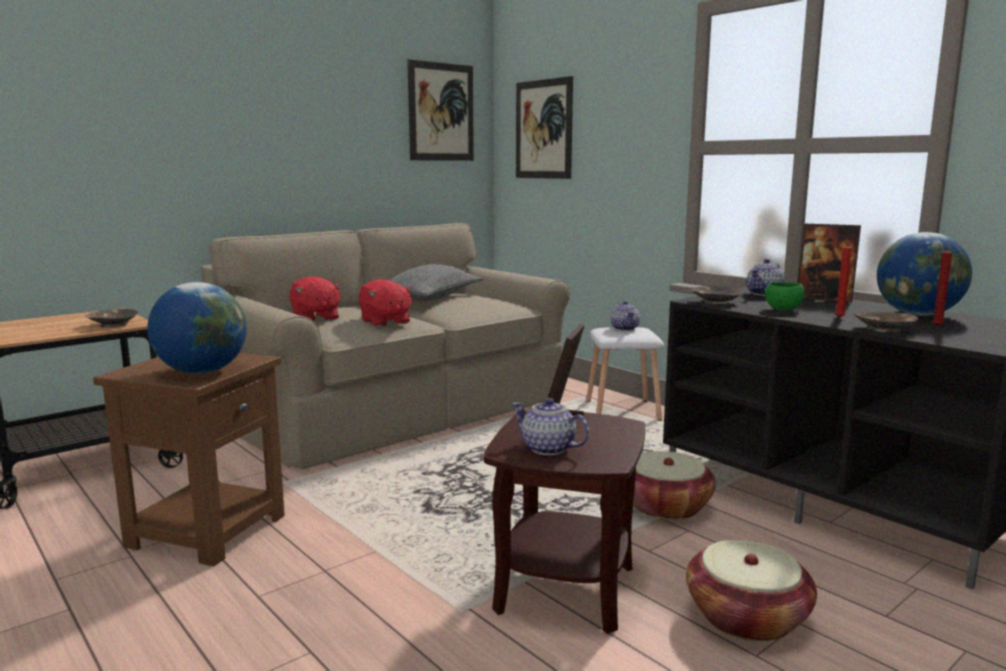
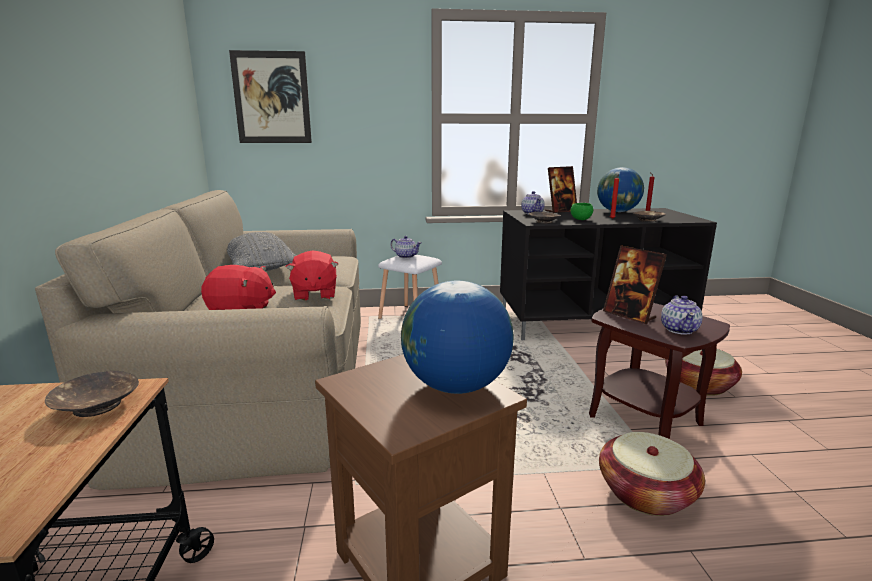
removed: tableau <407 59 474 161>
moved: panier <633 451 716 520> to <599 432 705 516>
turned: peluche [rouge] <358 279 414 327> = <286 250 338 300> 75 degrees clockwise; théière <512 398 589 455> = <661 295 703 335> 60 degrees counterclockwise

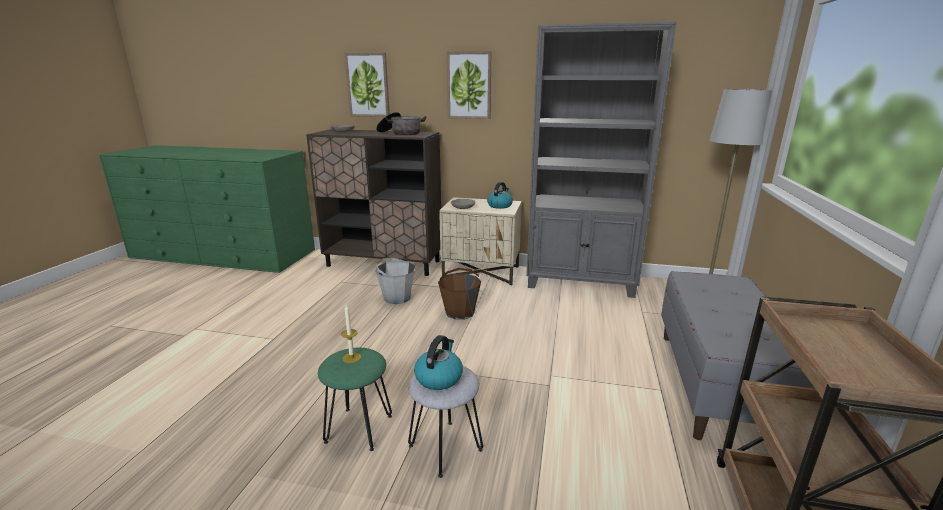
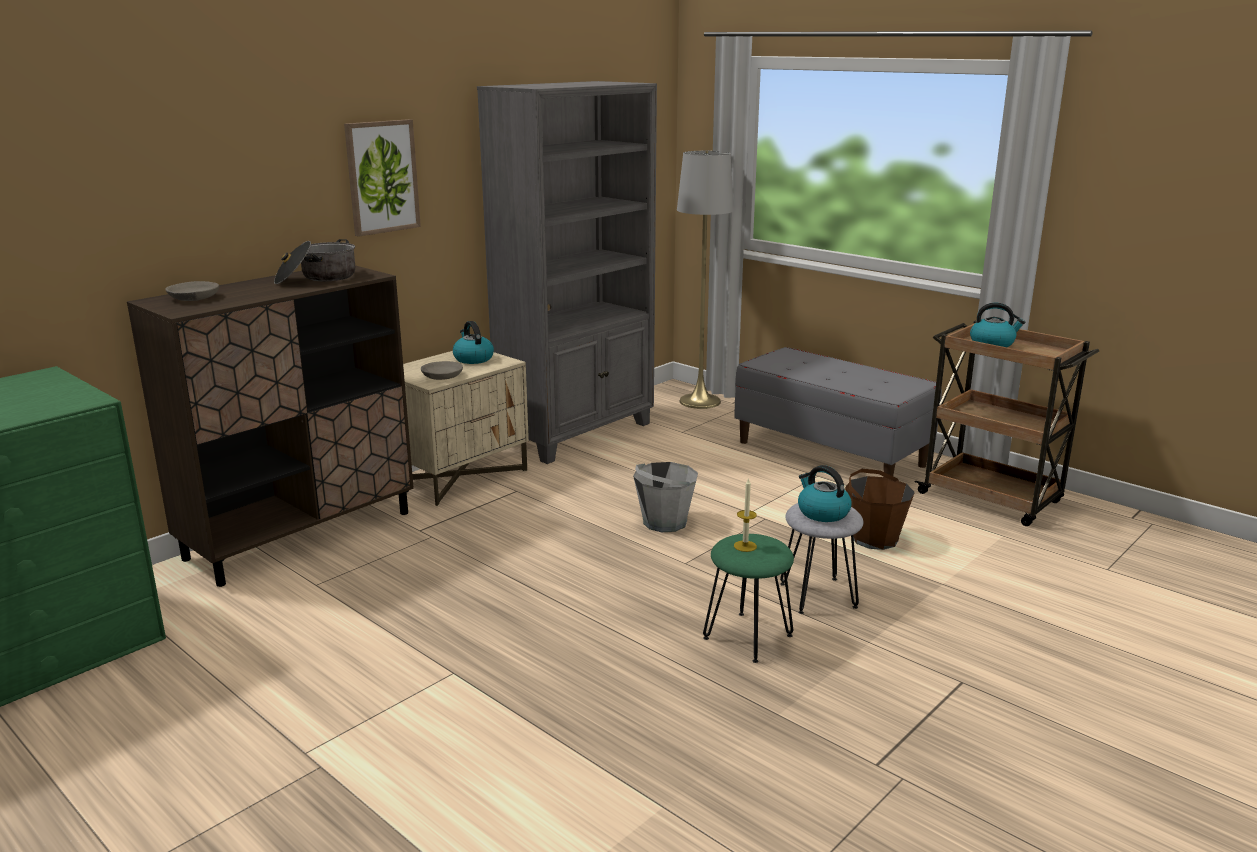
removed: tableau <345 52 390 117>
added: bouilloire <970 303 1025 347>
moved: seau [gris] <375 258 415 304> to <633 462 698 532>; seau [marron] <438 268 481 320> to <845 469 915 550>

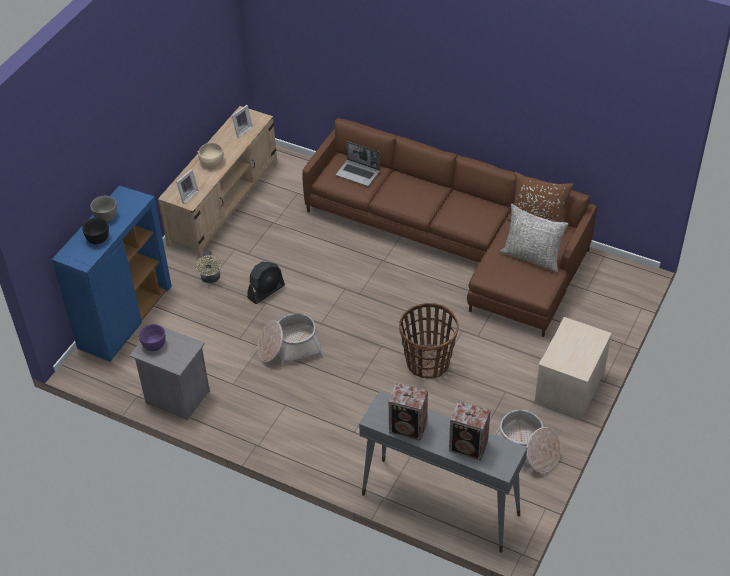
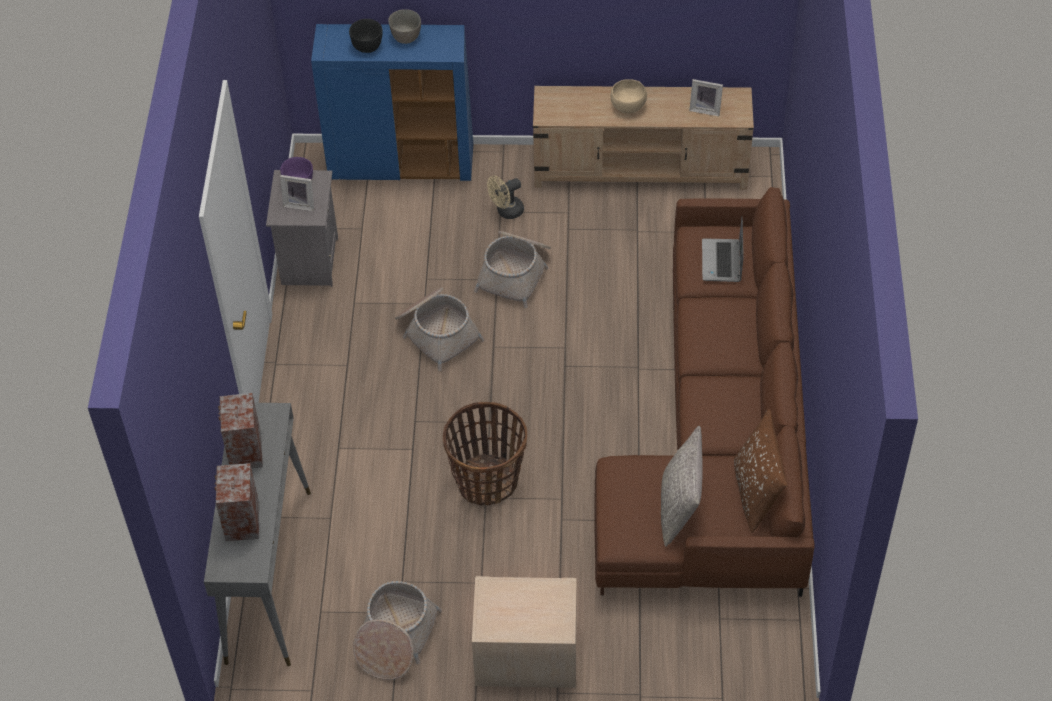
moved: cadre photo <176 169 199 204> to <280 175 314 211>
replaced: ventilateur [noir] <247 262 285 304> to panier <474 231 551 308>

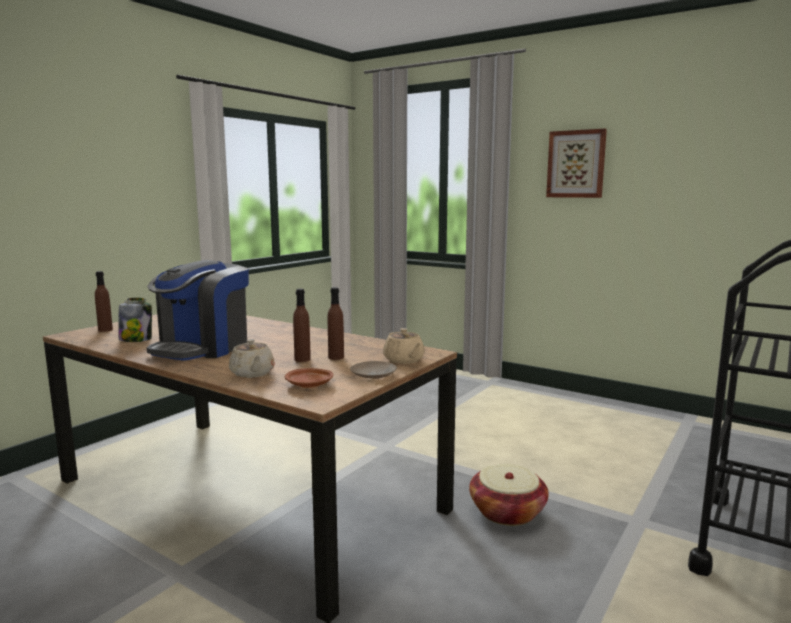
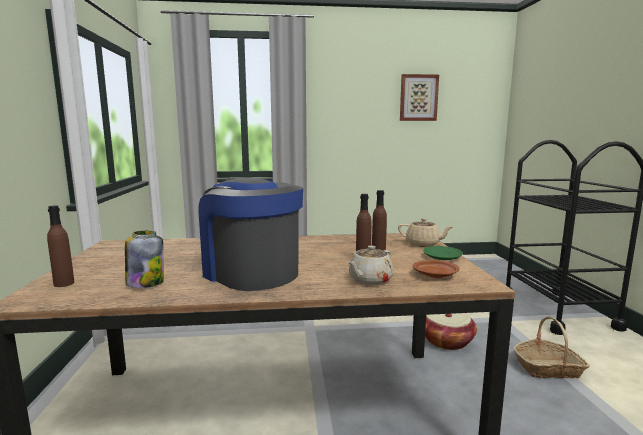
added: panier <514 316 590 378>
moved: tableau <546 129 607 198> to <400 74 439 121>
recoloured: assiette [beige] <350 361 397 379> to assiette [vert] <423 246 463 260>
turned: machine à café <147 260 249 361> = <199 178 303 291> 150 degrees clockwise; théière [beige] <229 339 274 378> = <348 246 394 285> 105 degrees clockwise

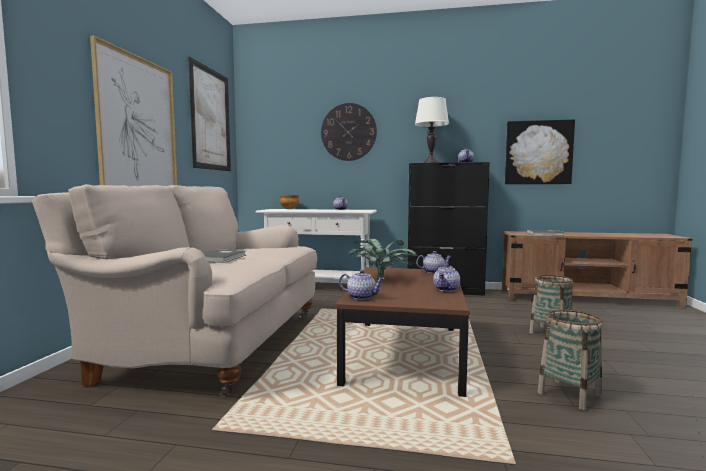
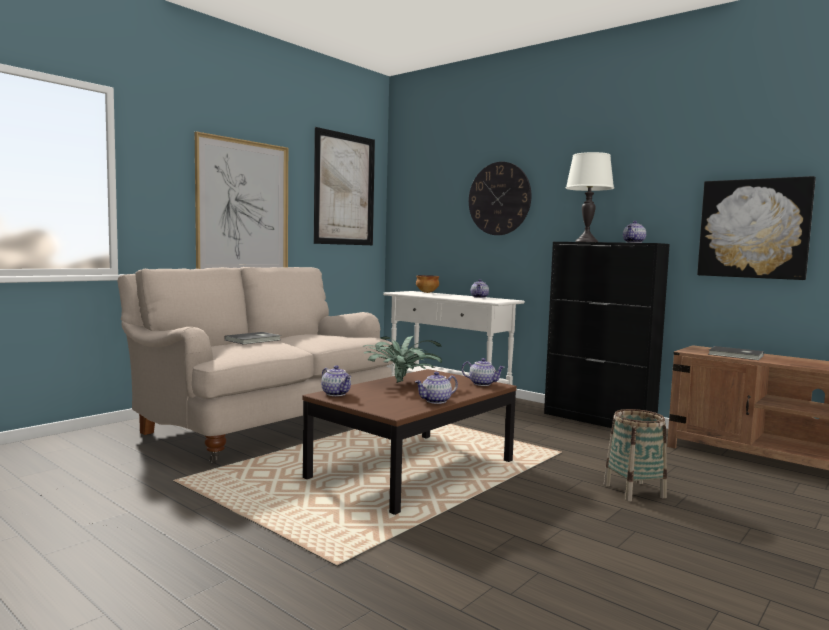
removed: panier <537 310 603 410>

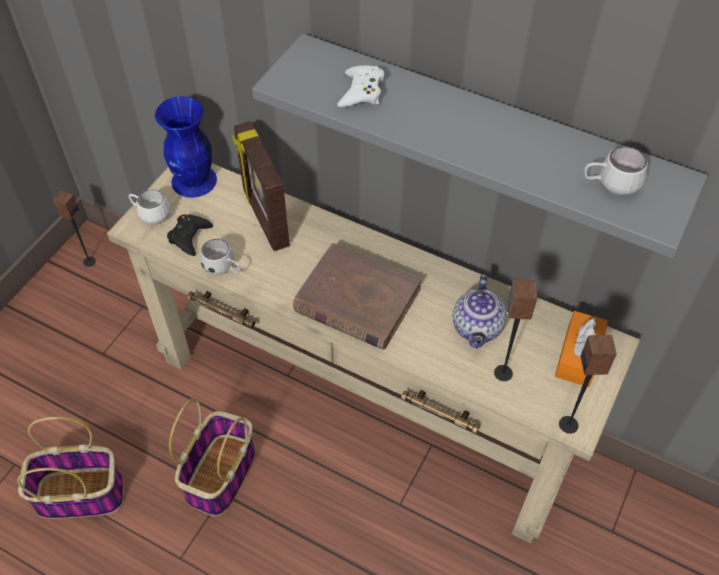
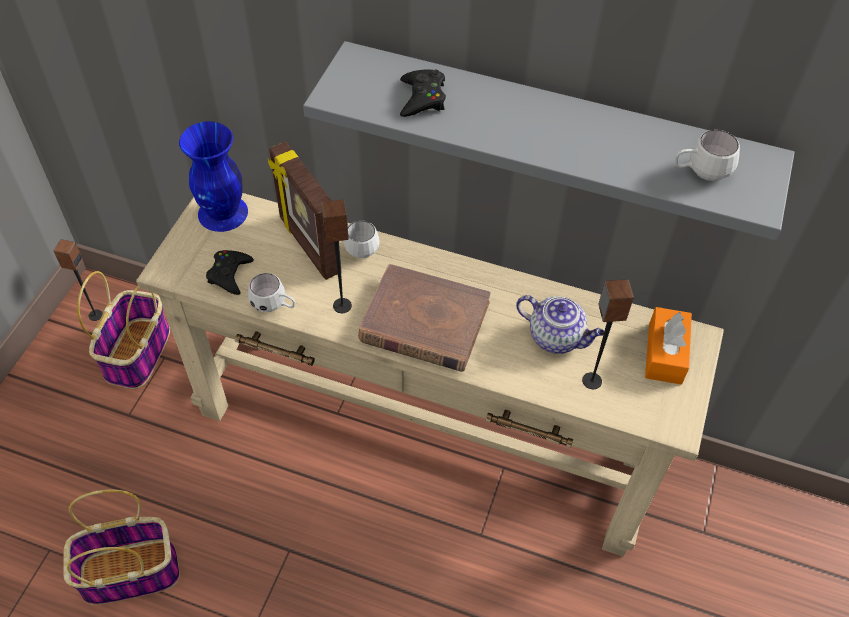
moved: panier <169 398 256 516> to <77 271 170 389>; enceinte <559 335 617 434> to <321 200 352 313>; mug [blanc] <128 189 170 224> to <343 221 379 258>
recoloured: manette [blanc] <337 65 384 107> to manette [noir] <400 69 446 117>
turned: théière <453 274 507 348> = <516 295 604 354> 60 degrees counterclockwise

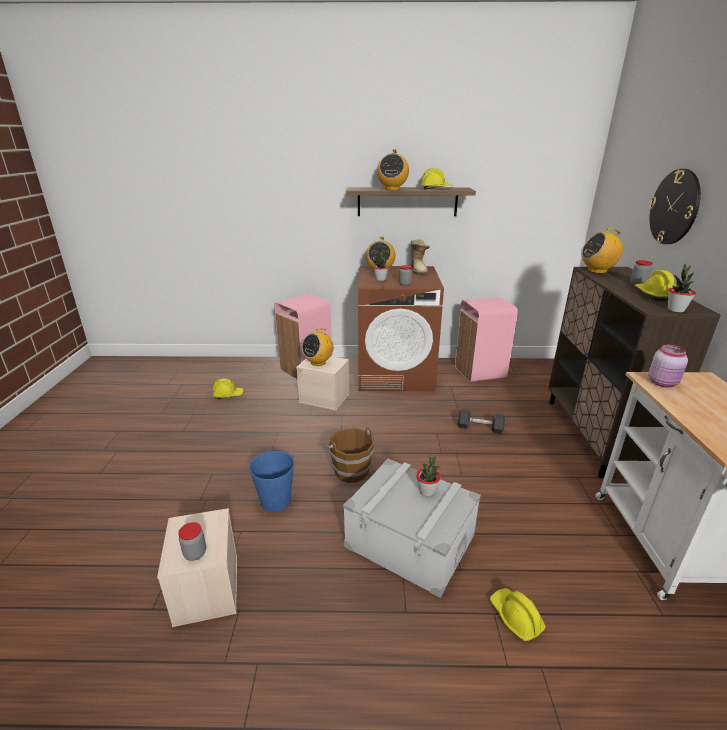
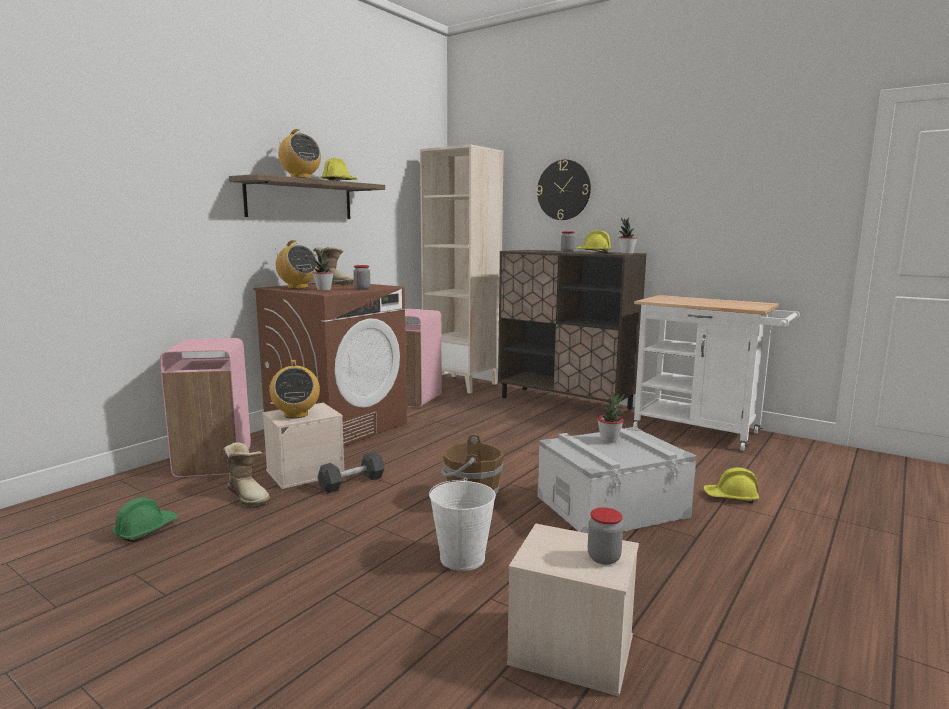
removed: radio <581 228 623 274>; bocal [rose] <648 345 688 387>
added: botte <223 442 270 508>; bibliothèque [beige] <420 145 504 394>
moved: haltère [gris] <458 409 505 434> to <318 452 384 493>
recoloured: casque de chantier [jaune] <213 379 244 399> to casque de chantier [vert] <112 497 178 542>; seau [bleu] <249 450 294 512> to seau [blanc] <429 478 496 571>

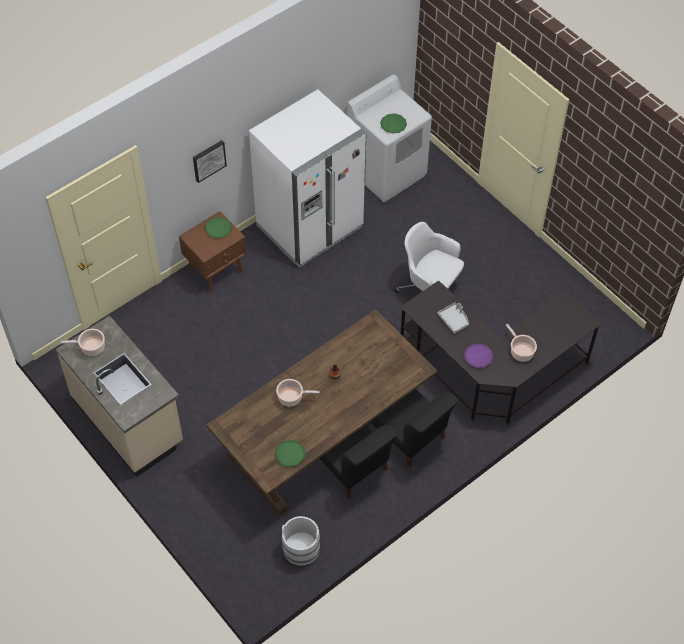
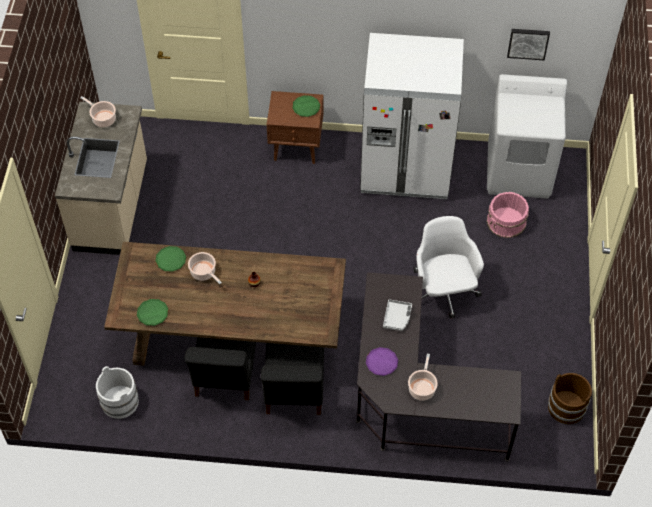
added: seau [rose] <486 192 529 238>; seau [marron] <548 373 592 424>
moved: assiette [vert] <380 113 407 134> to <155 246 186 272>; tableau <193 140 227 183> to <507 29 550 60>

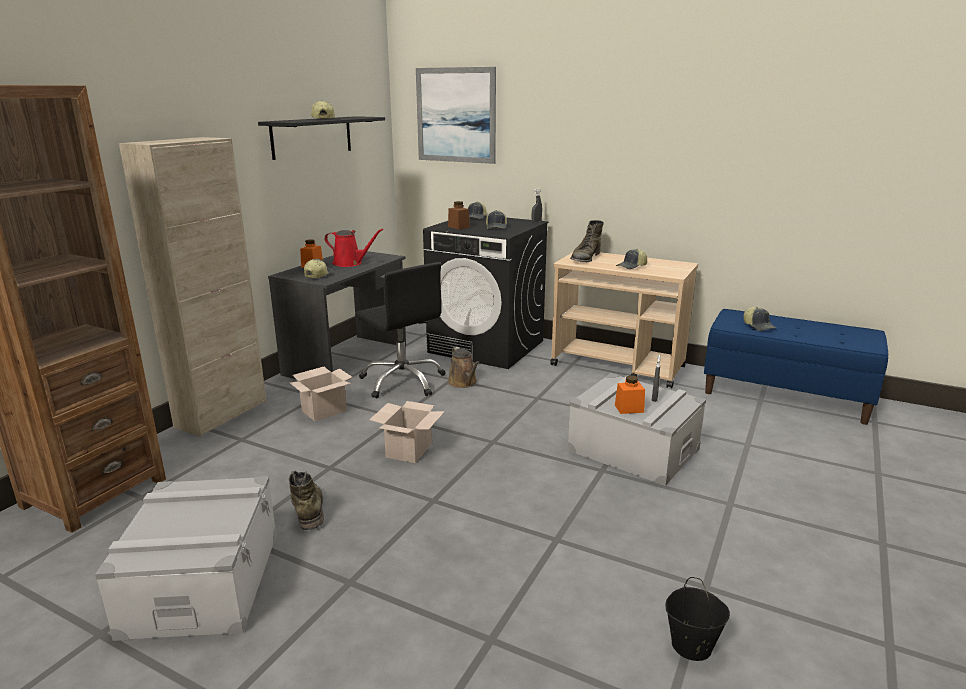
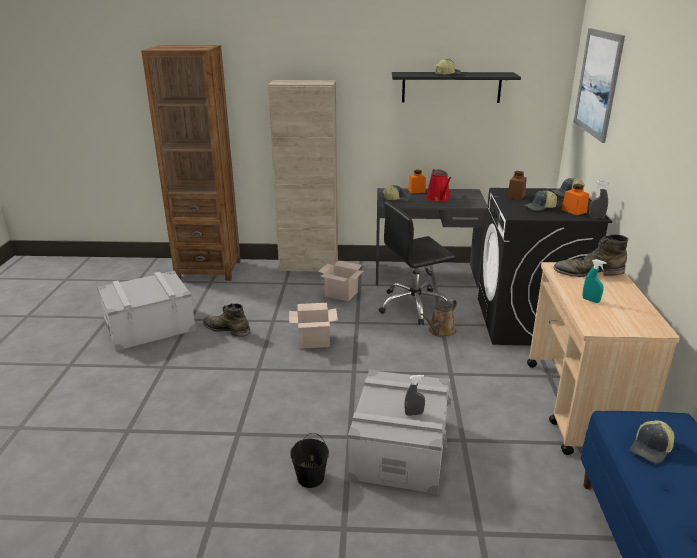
moved: seau [noir] <666 577 730 661> to <290 433 329 488>; bocal [orange] <615 375 645 414> to <562 184 589 215>
replaced: casquette <616 249 647 269> to vaporisateur [turquoise] <582 259 606 303>
turned: botte [vert] <289 471 324 530> = <203 303 251 337> 105 degrees counterclockwise; chaise de bureau [noir] <355 262 446 398> = <379 201 455 325> 45 degrees clockwise

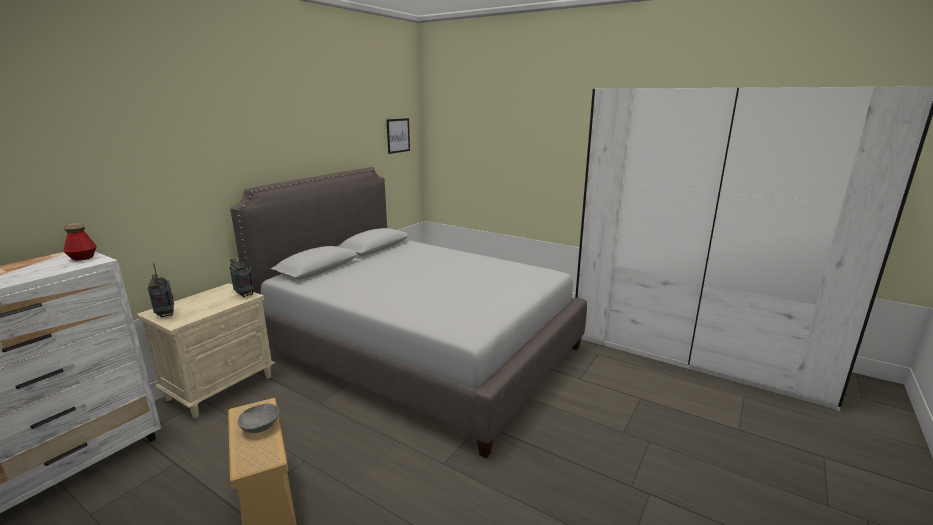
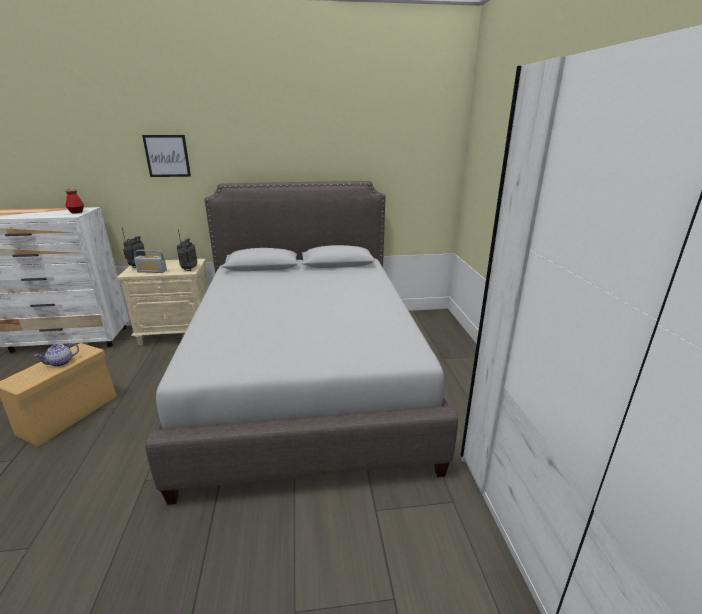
added: radio <134 250 167 273>
moved: tableau <386 118 410 154> to <142 135 191 177>
replaced: bol [gris] <238 404 279 433> to théière <34 343 79 367>

